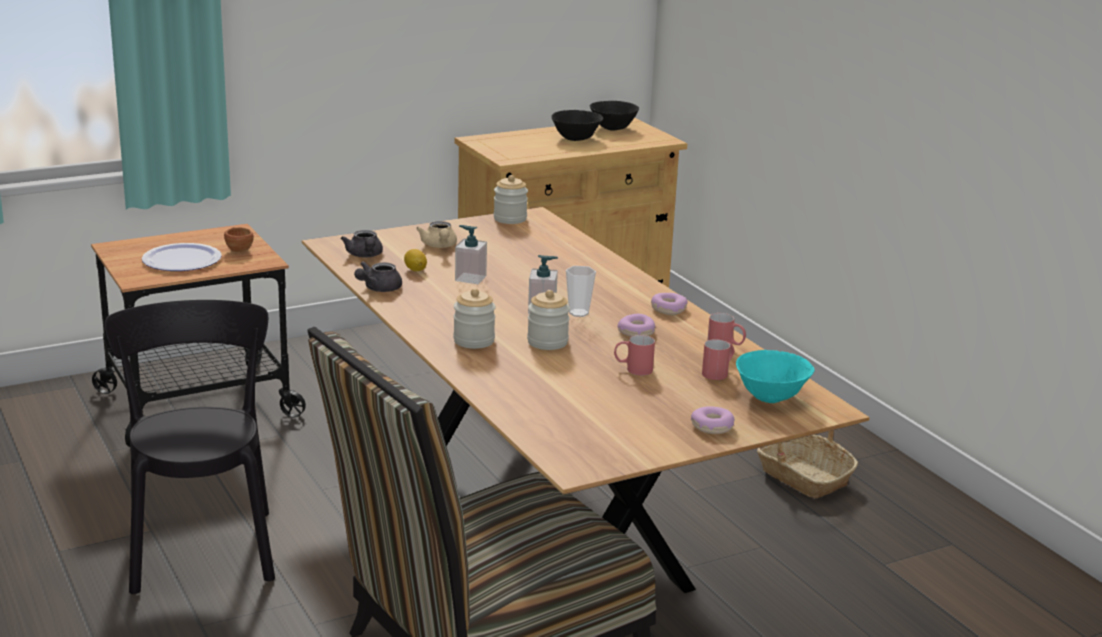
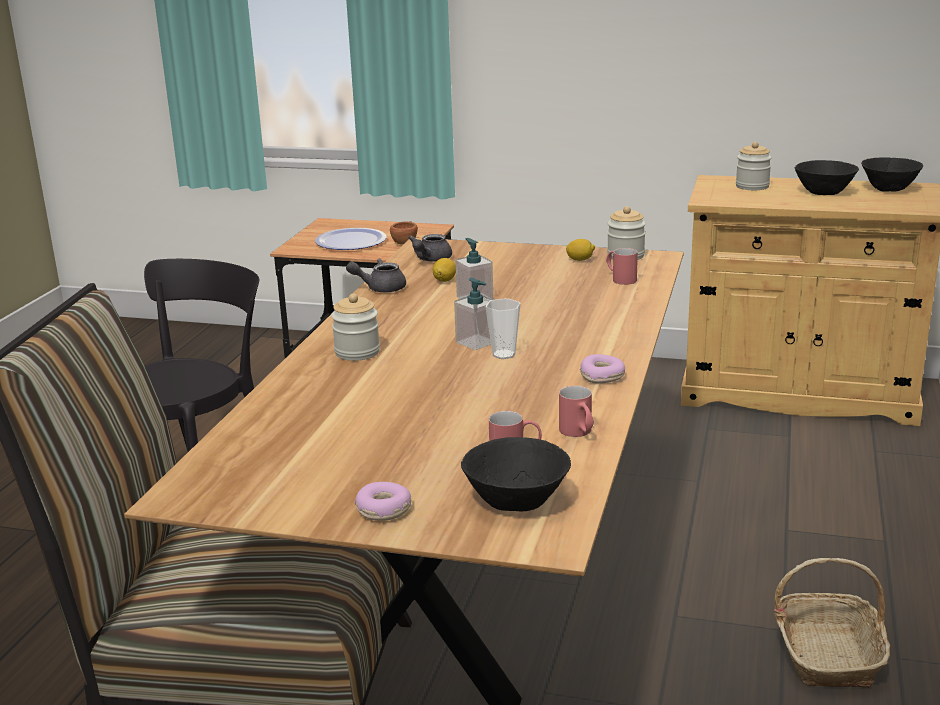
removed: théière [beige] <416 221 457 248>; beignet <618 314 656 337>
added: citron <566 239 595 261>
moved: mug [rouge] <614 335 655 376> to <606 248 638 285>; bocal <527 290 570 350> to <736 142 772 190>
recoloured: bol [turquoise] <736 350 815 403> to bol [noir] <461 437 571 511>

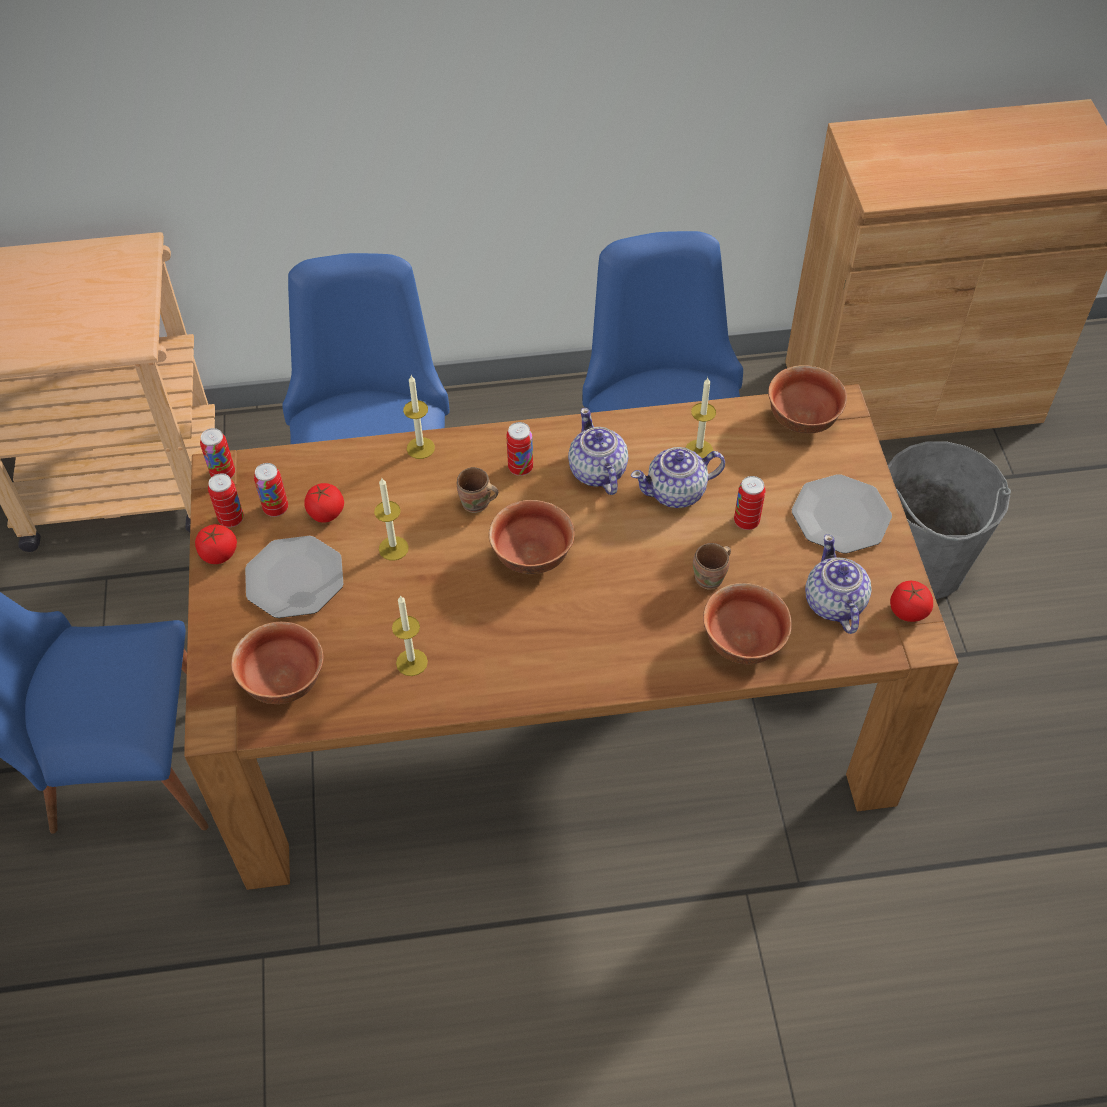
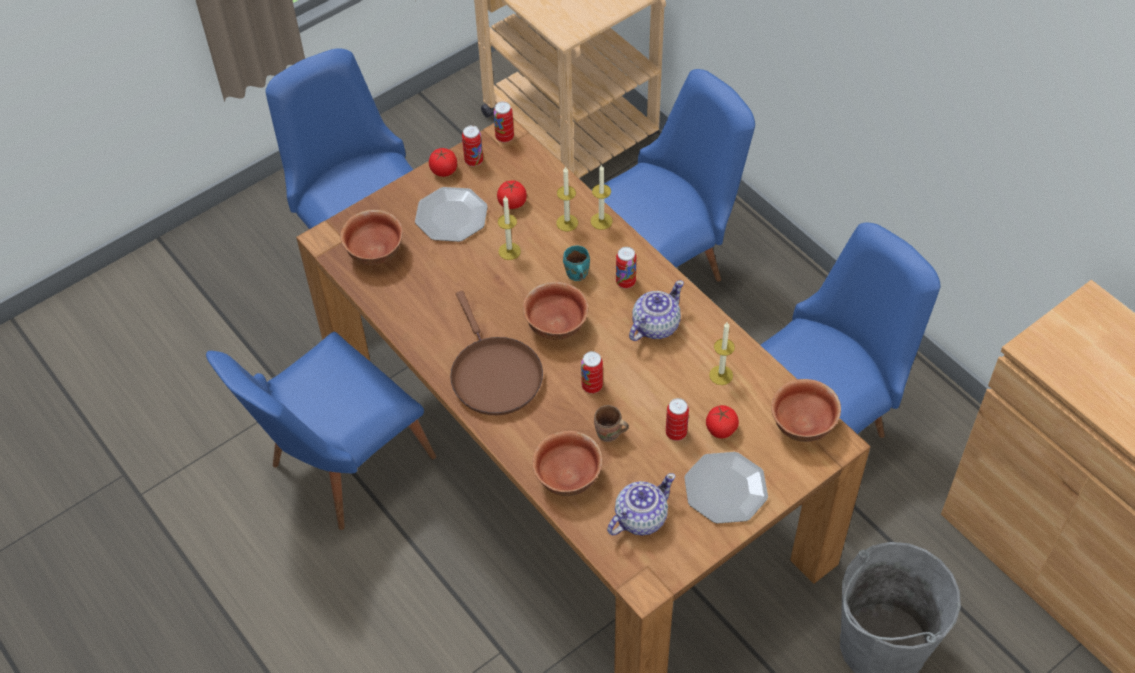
removed: théière <631 447 725 508>
added: chaise [bleu] <206 332 436 530>; poêle [marron] <450 291 543 415>
moved: bougie <392 595 428 676> to <556 167 578 231>; boîte métallique <254 463 288 517> to <581 351 603 394>; tomate <890 581 933 622> to <706 405 739 438>
recoloured: mug [marron] <457 467 498 513> to mug [turquoise] <563 245 590 281>

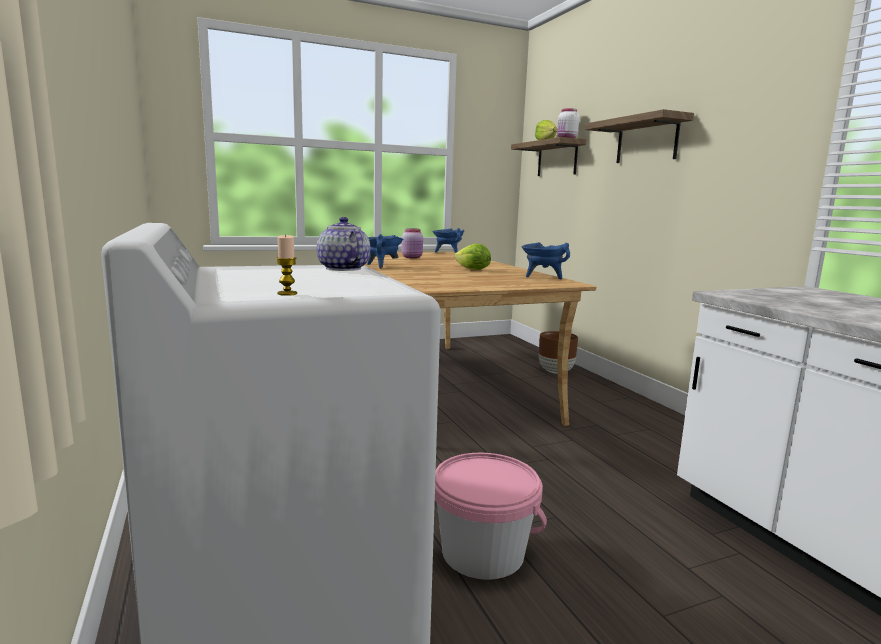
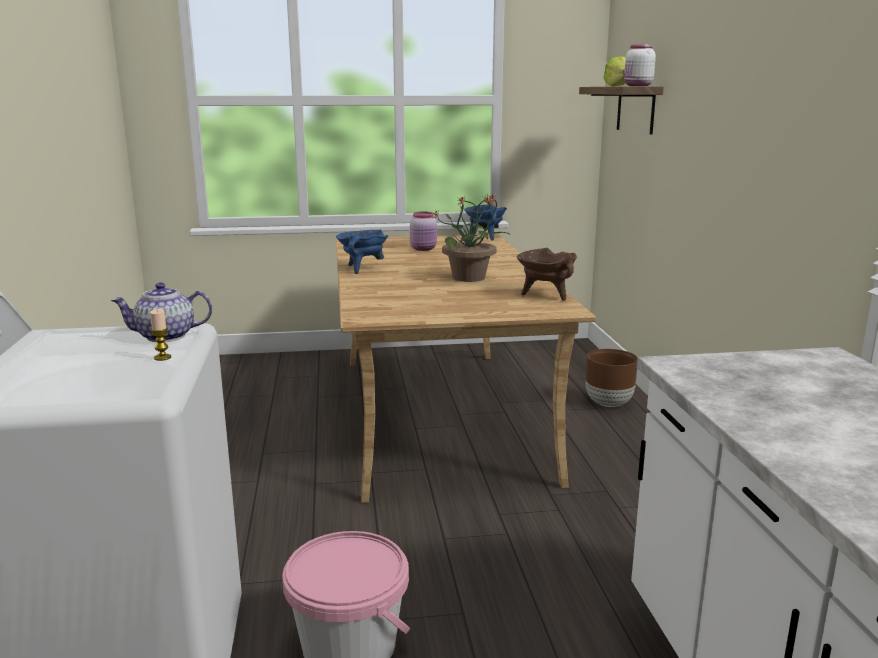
removed: étagère <584 109 694 163>
moved: bougie <276 235 297 296> to <150 309 171 361>
replaced: laitue <454 244 491 270> to plante en pot <432 194 511 282>
recoloured: marmite [bleu] <521 242 570 279> to marmite [marron] <517 248 577 301>
turned: théière <316 217 370 271> = <111 283 212 342> 90 degrees counterclockwise

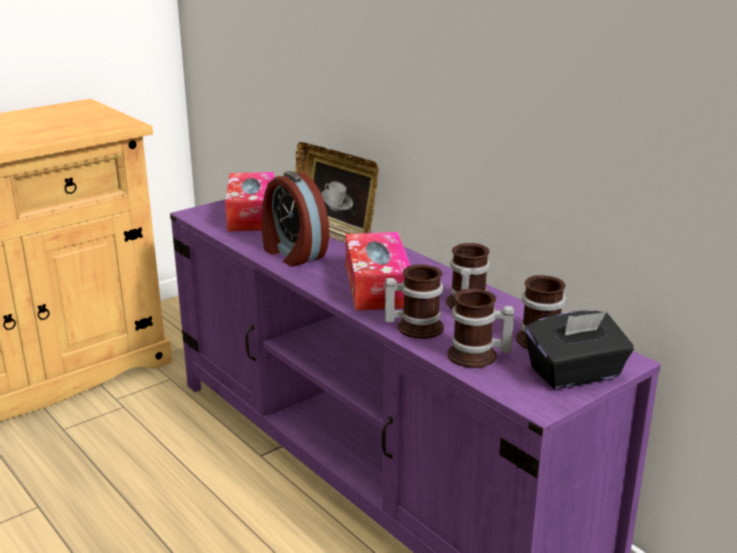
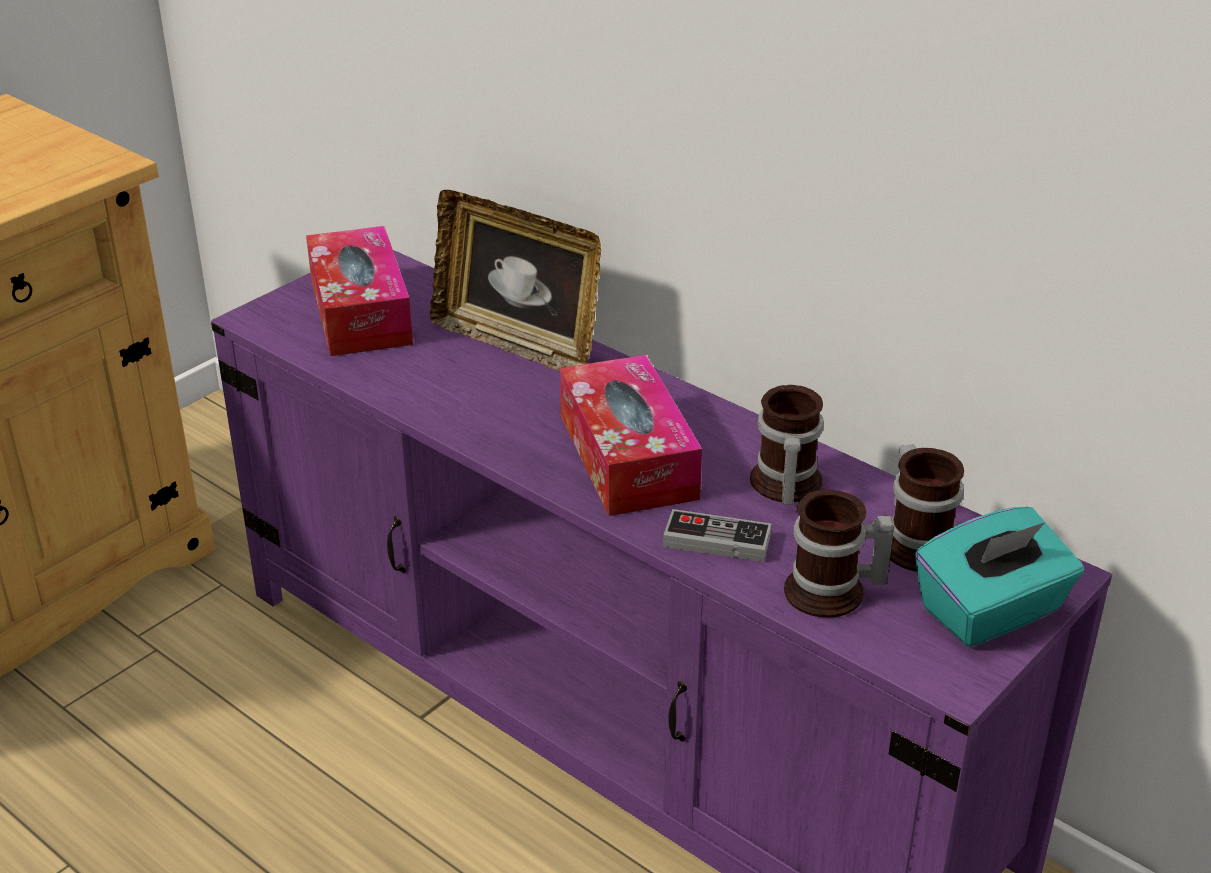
removed: réveil <262 171 329 267>
replaced: mug <385 265 444 339> to manette <663 509 772 562>
recoloured: boîte à mouchoirs [noir] <525 310 634 389> to boîte à mouchoirs [turquoise] <915 507 1084 647>

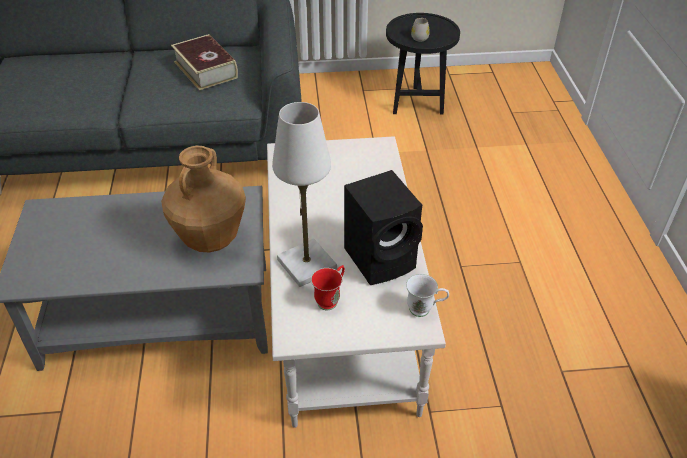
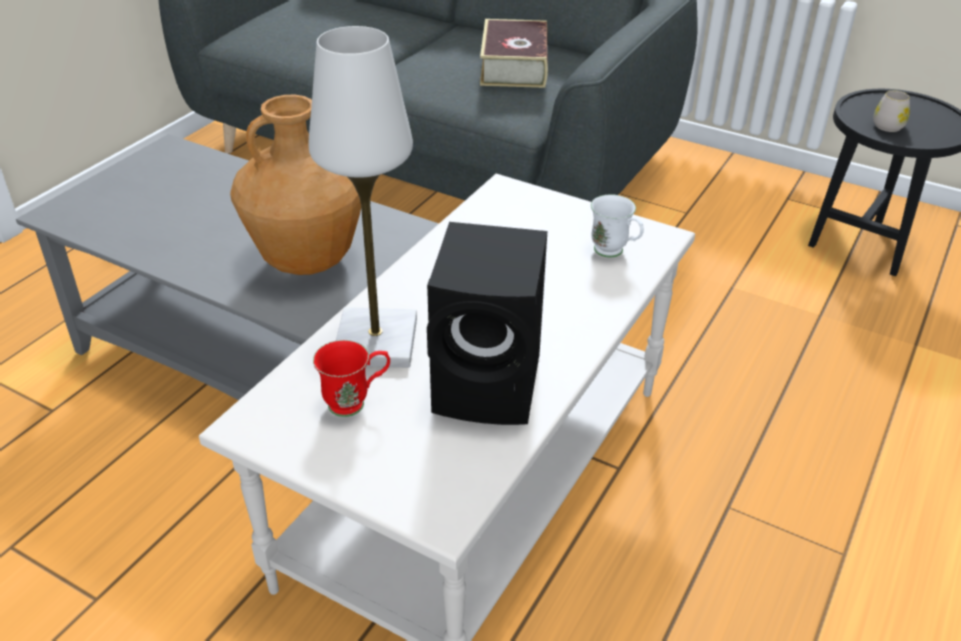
moved: mug [blanc] <406 274 449 317> to <591 194 644 258>

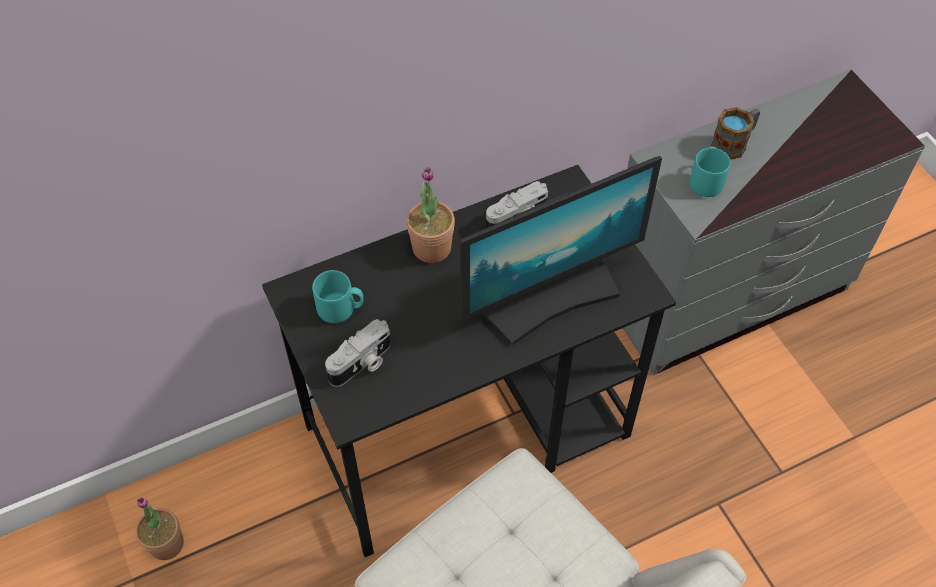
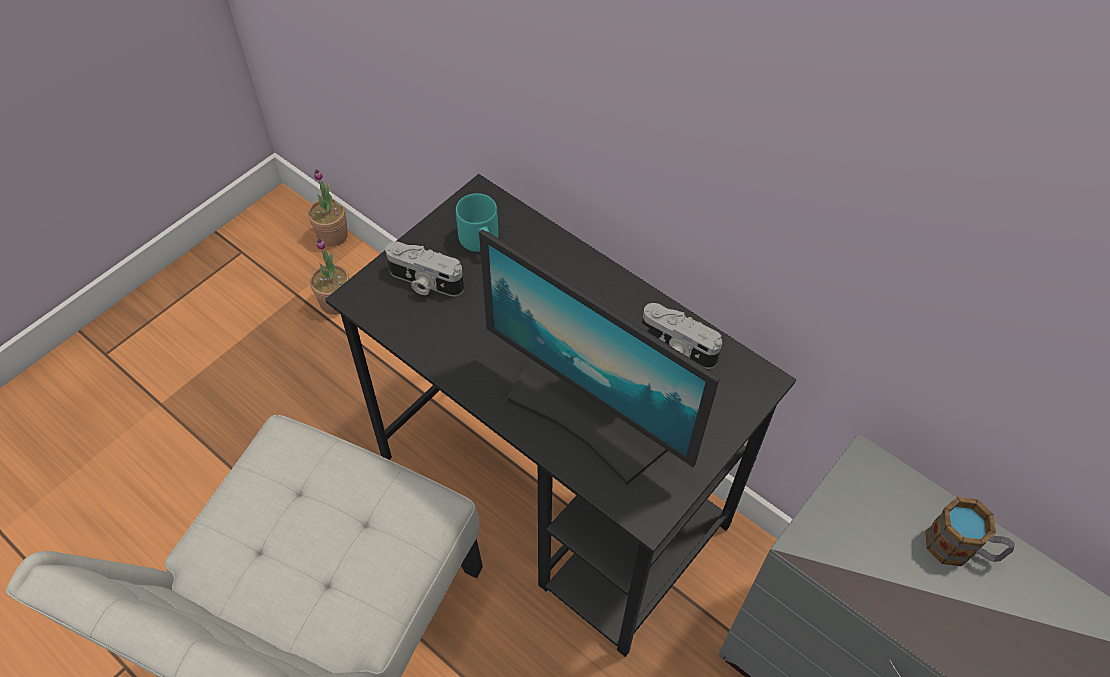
removed: mug [turquoise] <690 147 731 197>
moved: plante en pot <406 167 455 263> to <308 169 348 247>

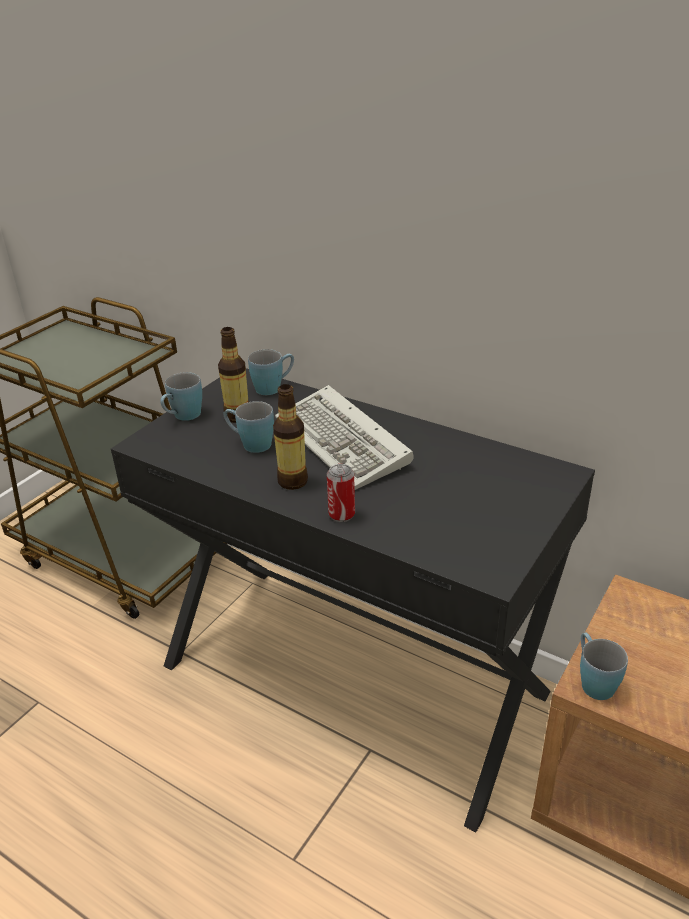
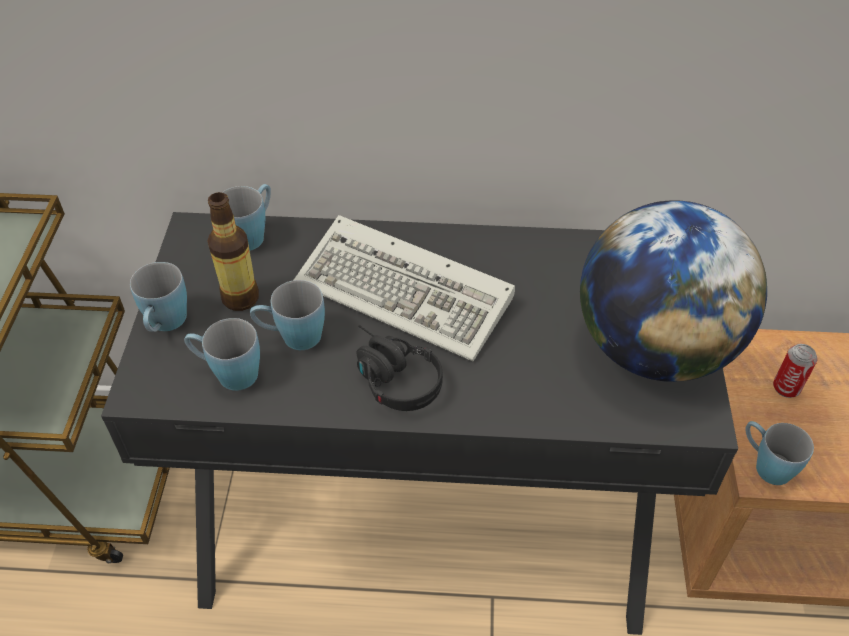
added: mug [bleu] <184 318 260 391>; globe <580 200 767 382>
moved: boîte métallique <327 464 355 522> to <773 344 818 398>
replaced: bouteille <273 384 308 490> to casque audio [noir] <356 325 443 411>

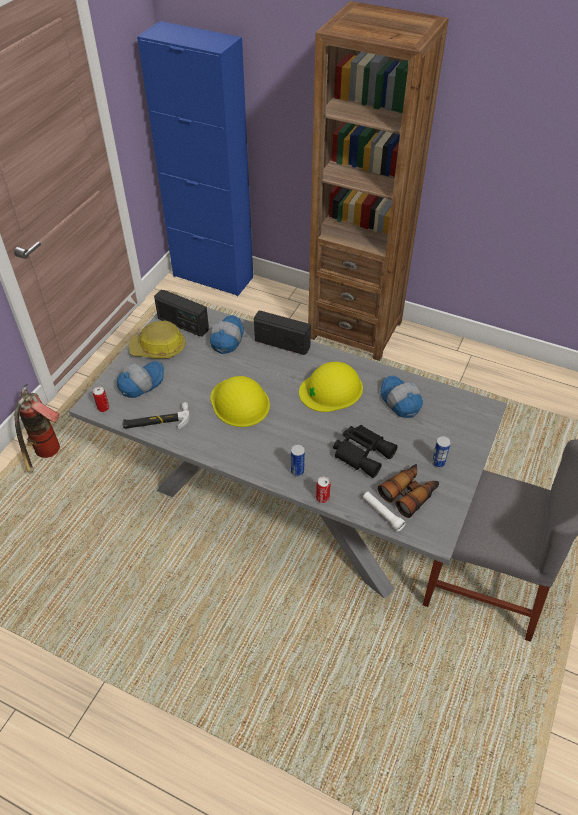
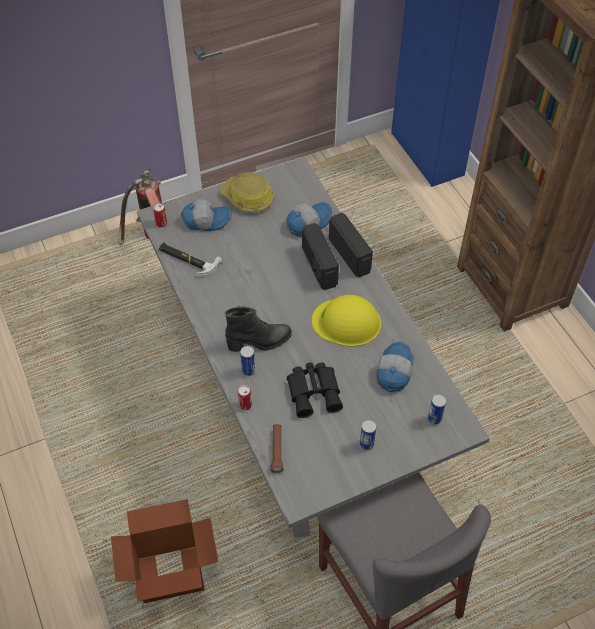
removed: casque de chantier [jaune] <211 376 270 427>; jumelles <378 464 439 518>
added: carton <111 499 218 603>; botte [noir] <225 306 292 352>; boîte métallique <428 394 446 425>
moved: radio <154 290 209 337> to <302 223 339 290>
recoloured: lampe de poche [blanc] <363 492 406 531> to lampe de poche [marron] <271 424 283 473>

